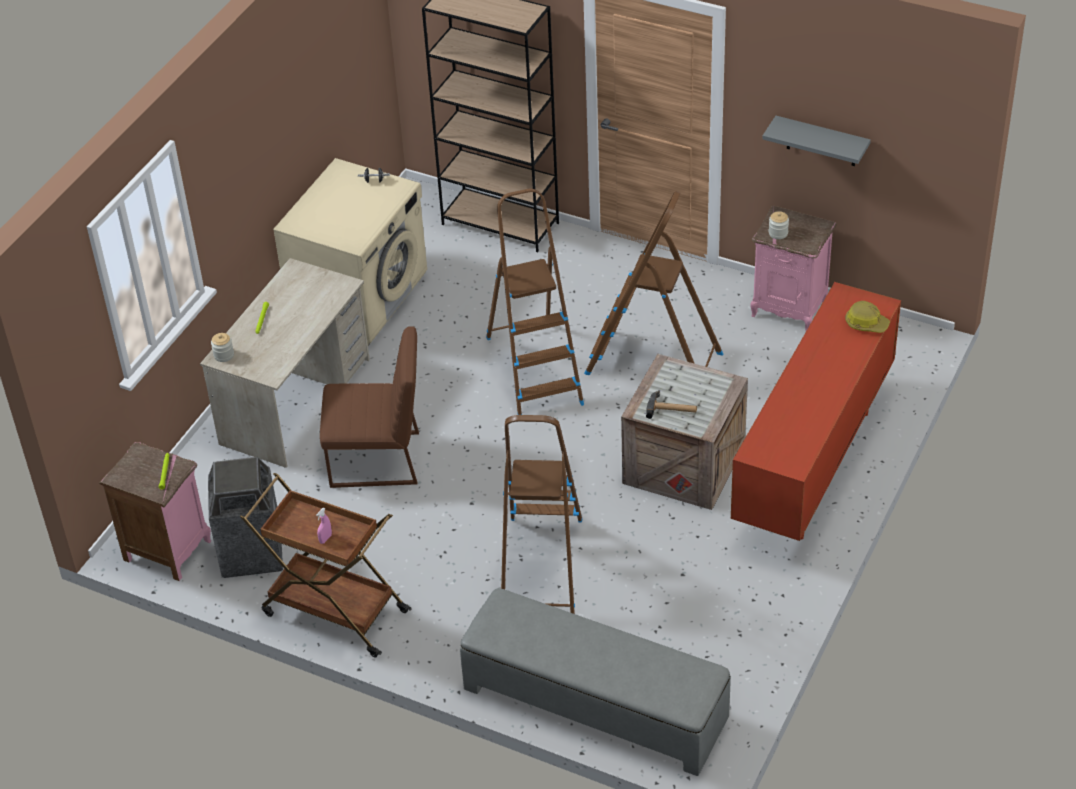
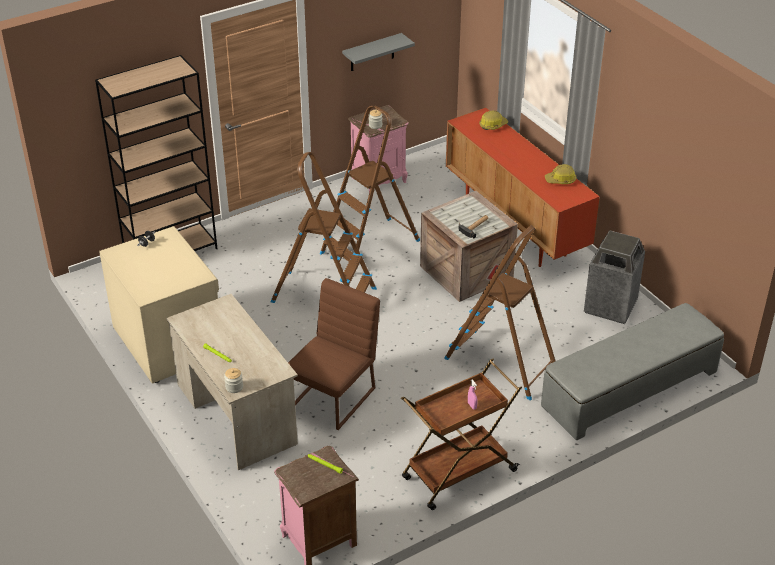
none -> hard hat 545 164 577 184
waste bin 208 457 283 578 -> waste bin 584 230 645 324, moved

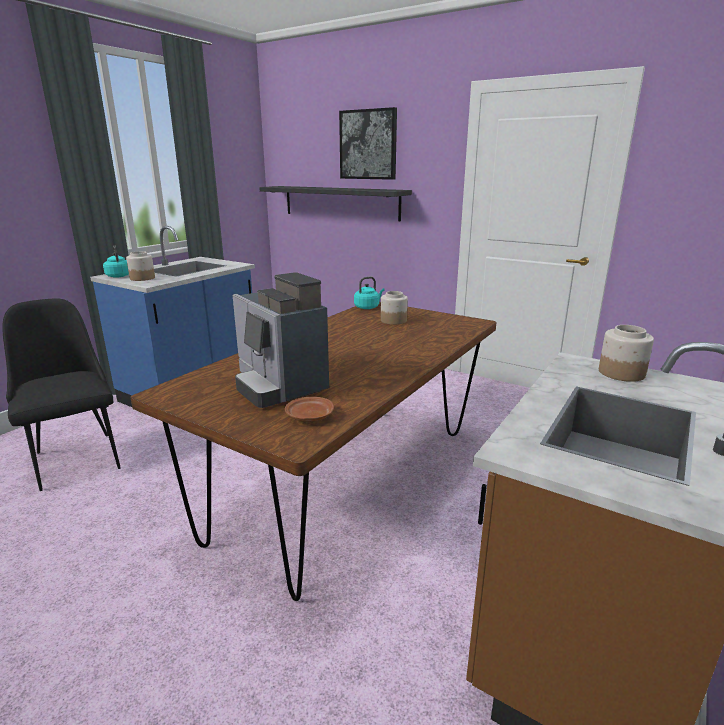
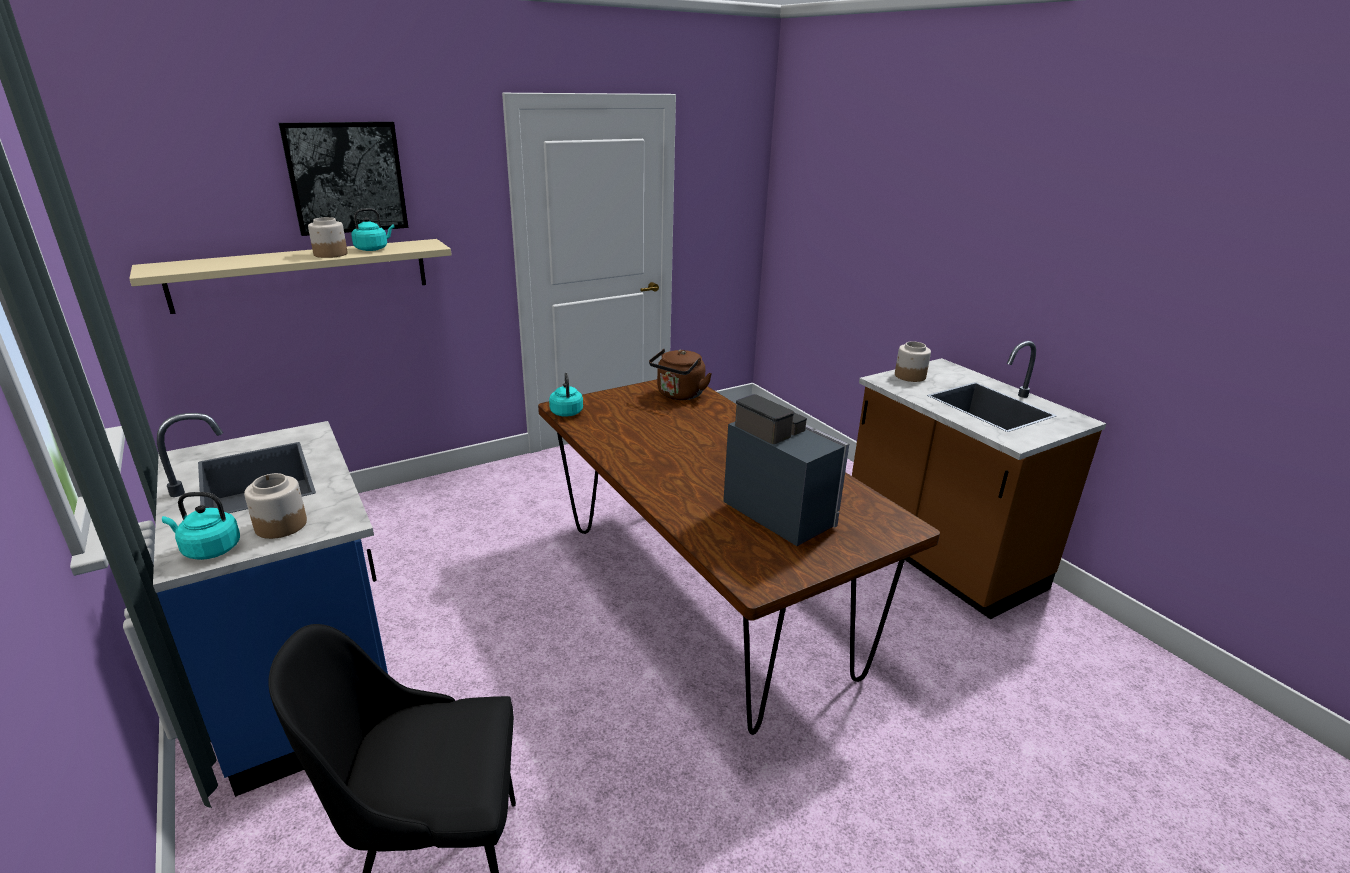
brownish dinner plate 285 397 334 421 -> none
none -> turquoise-coloured water kettle 351 208 394 251
none -> brownish water kettle 649 349 712 400
storage jar 381 291 408 325 -> storage jar 308 217 348 258, moved
blackish shelf 259 186 412 221 -> sand-coloured shelf 129 239 452 314
coffee maker 233 272 329 408 -> coffee maker 723 394 849 546, 120 degrees counterclockwise

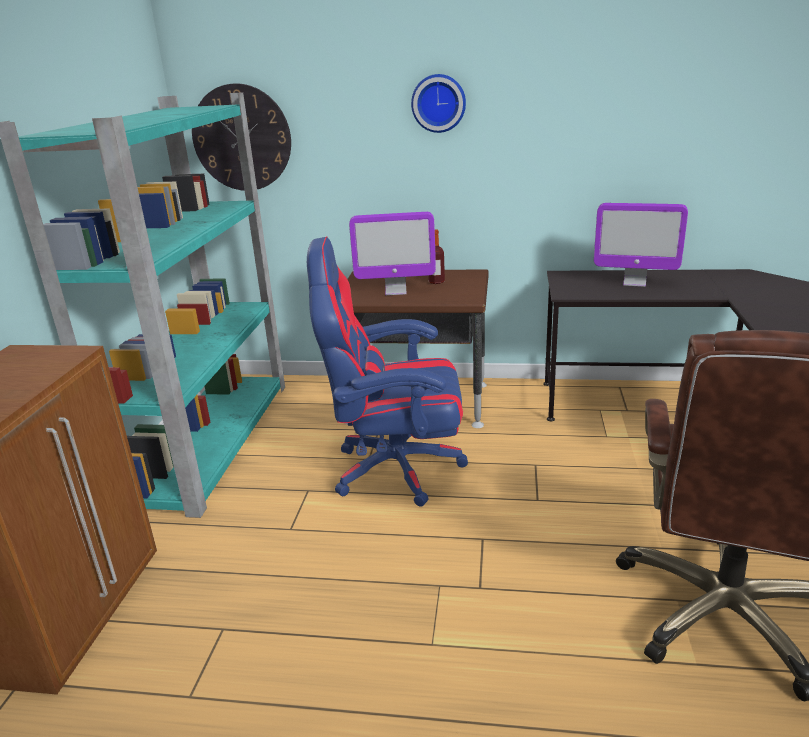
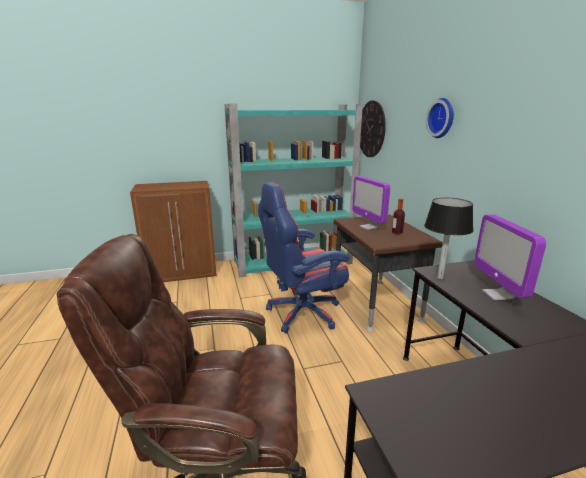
none -> blackish lamp for a table 424 198 473 279
blue computer chair 307 236 468 507 -> blue computer chair 258 182 349 333, 90 degrees counterclockwise

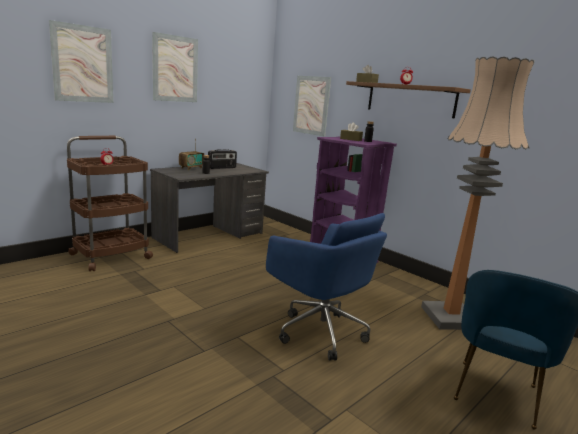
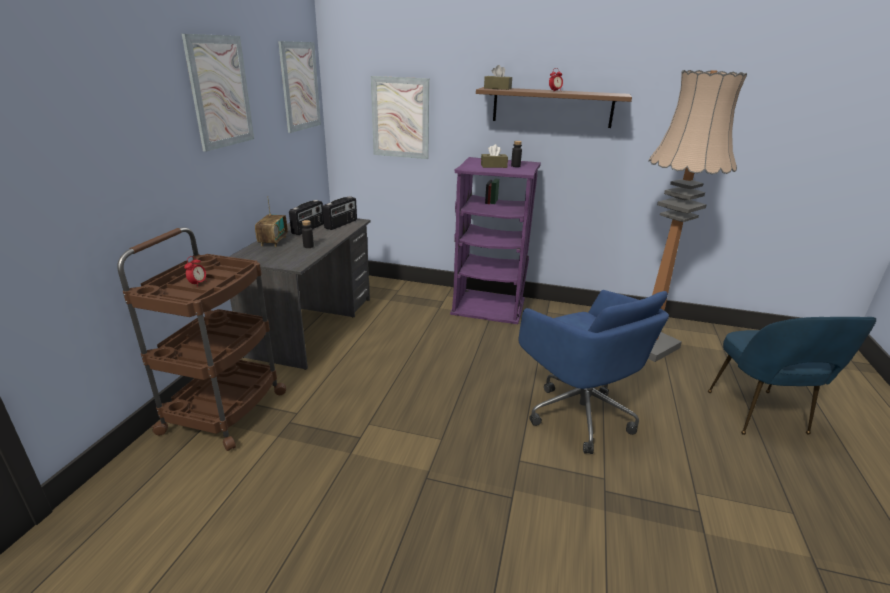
none -> radio 323 196 357 230
wall art 49 20 113 103 -> wall art 278 41 321 133, moved
blue computer chair 266 213 387 361 -> blue computer chair 519 290 669 454, 45 degrees clockwise

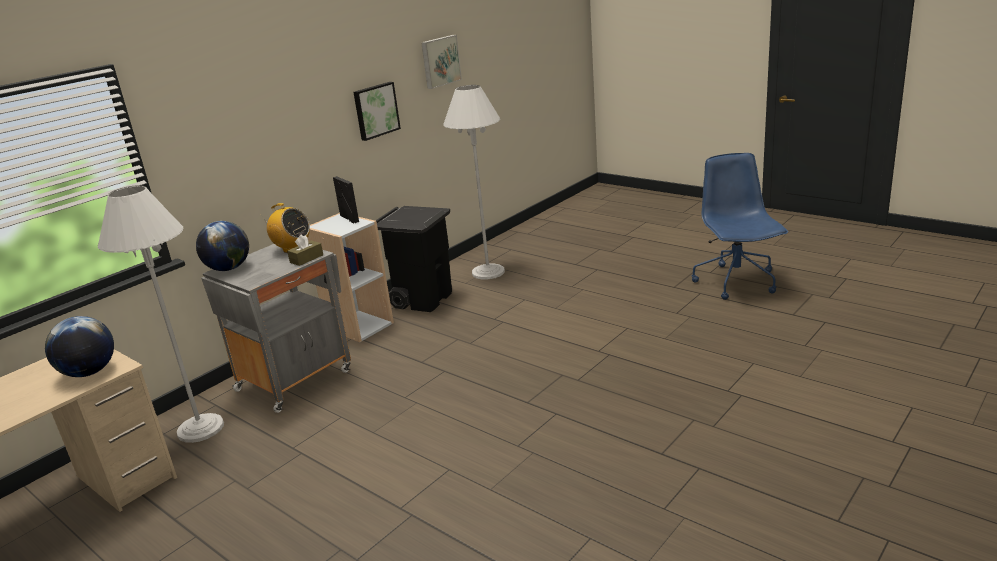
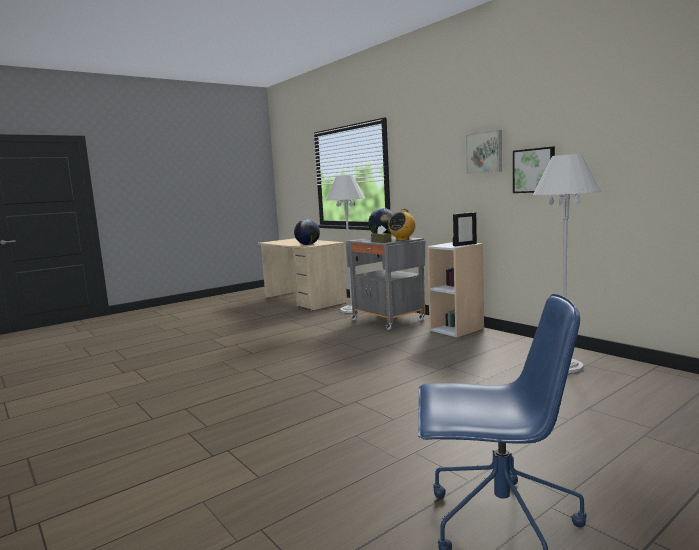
blackish waste bin 376 206 452 312 -> none
wall art 421 35 462 89 -> wall art 466 130 502 174, moved

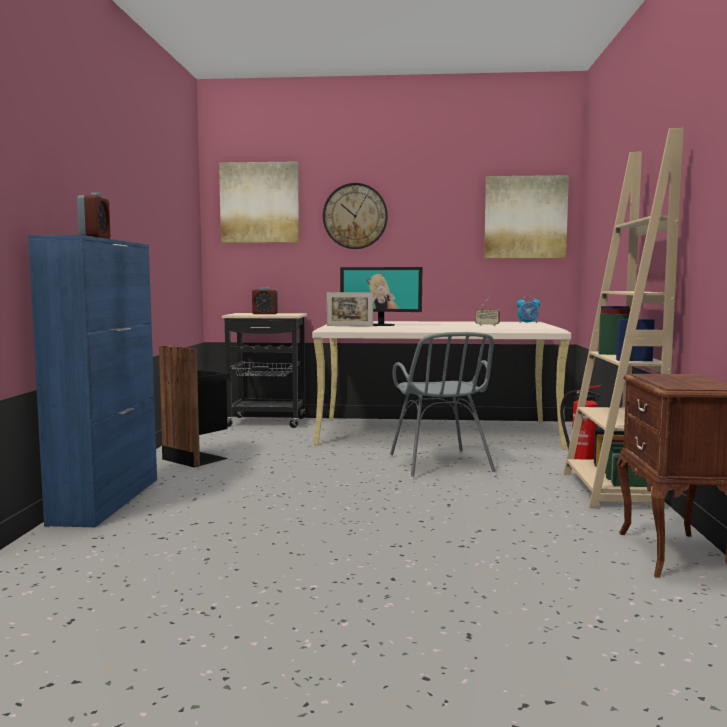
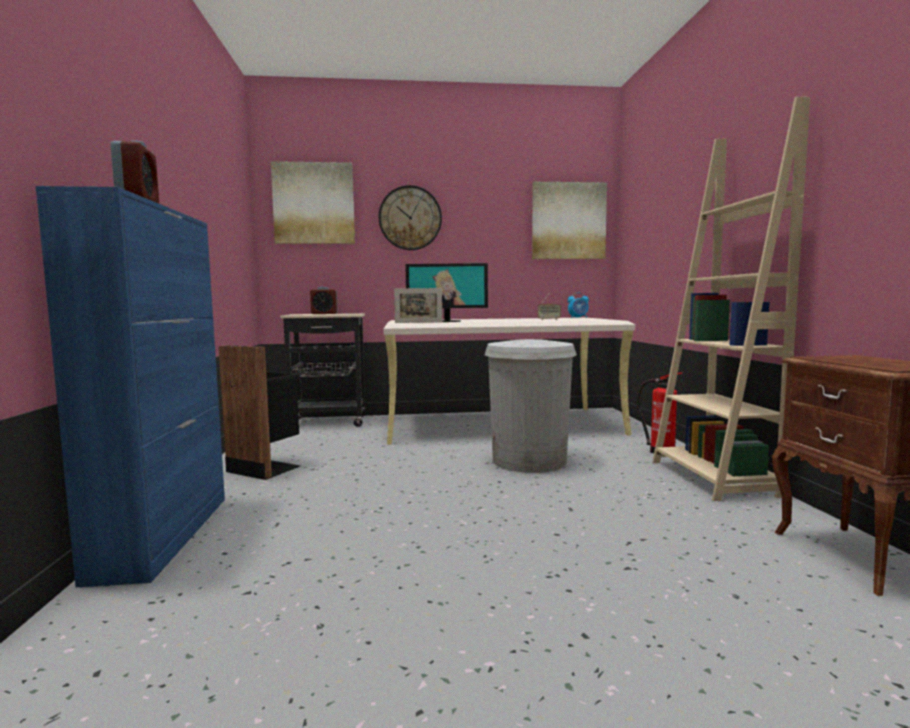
greyish chair 389 332 497 480 -> white waste bin 485 339 577 473

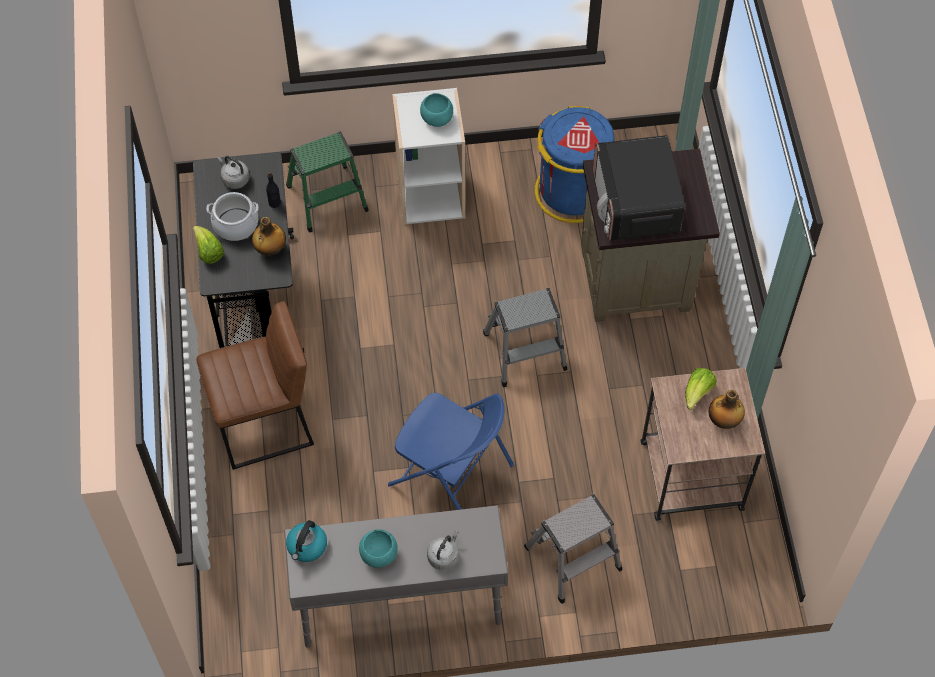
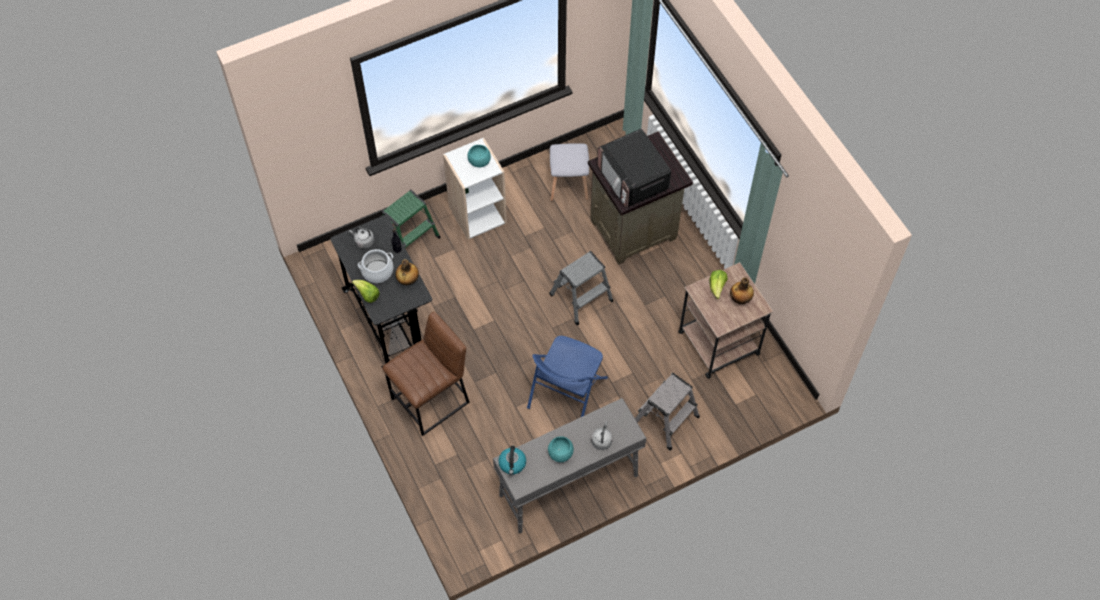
blue waste bin 535 106 614 223 -> greyish stool seat 549 143 589 201
blue chair 388 393 514 510 -> blue chair 527 336 608 417, 105 degrees clockwise

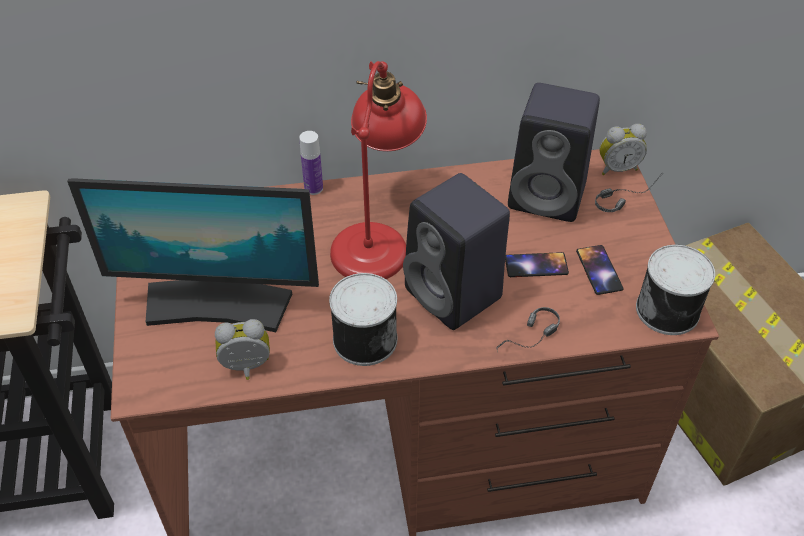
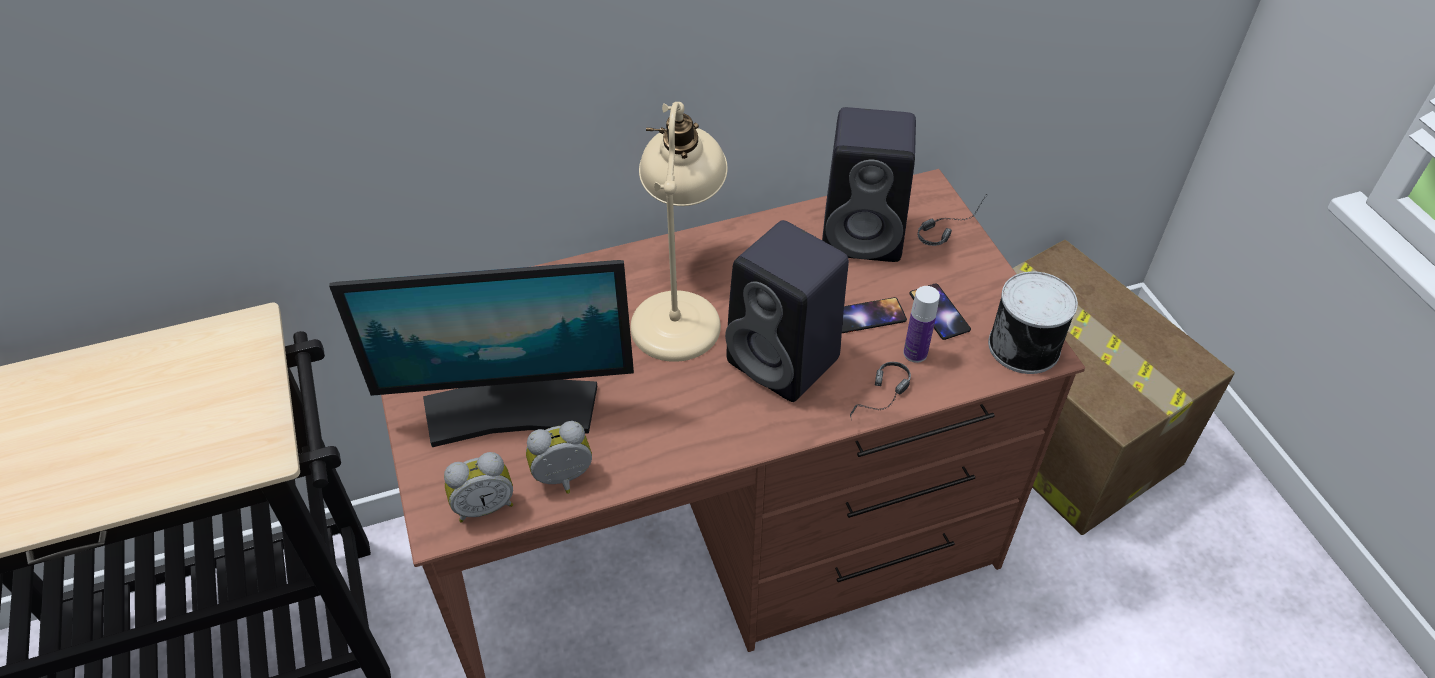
metal can 329 273 397 366 -> none
bottle 299 131 323 195 -> bottle 903 286 940 363, moved
alarm clock 599 124 647 175 -> alarm clock 444 452 513 523, moved
red lamp for a table 330 61 427 279 -> sand-coloured lamp for a table 630 102 728 362

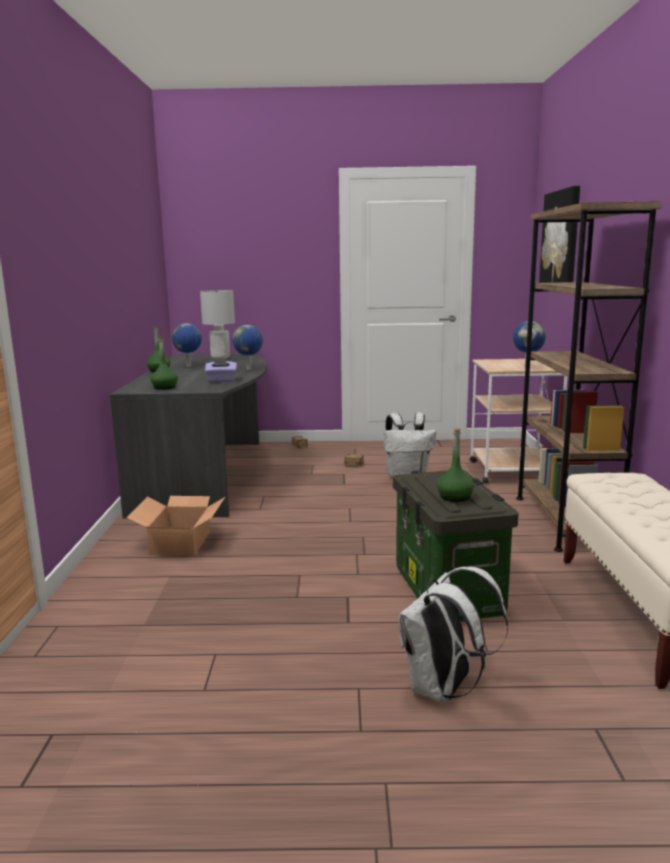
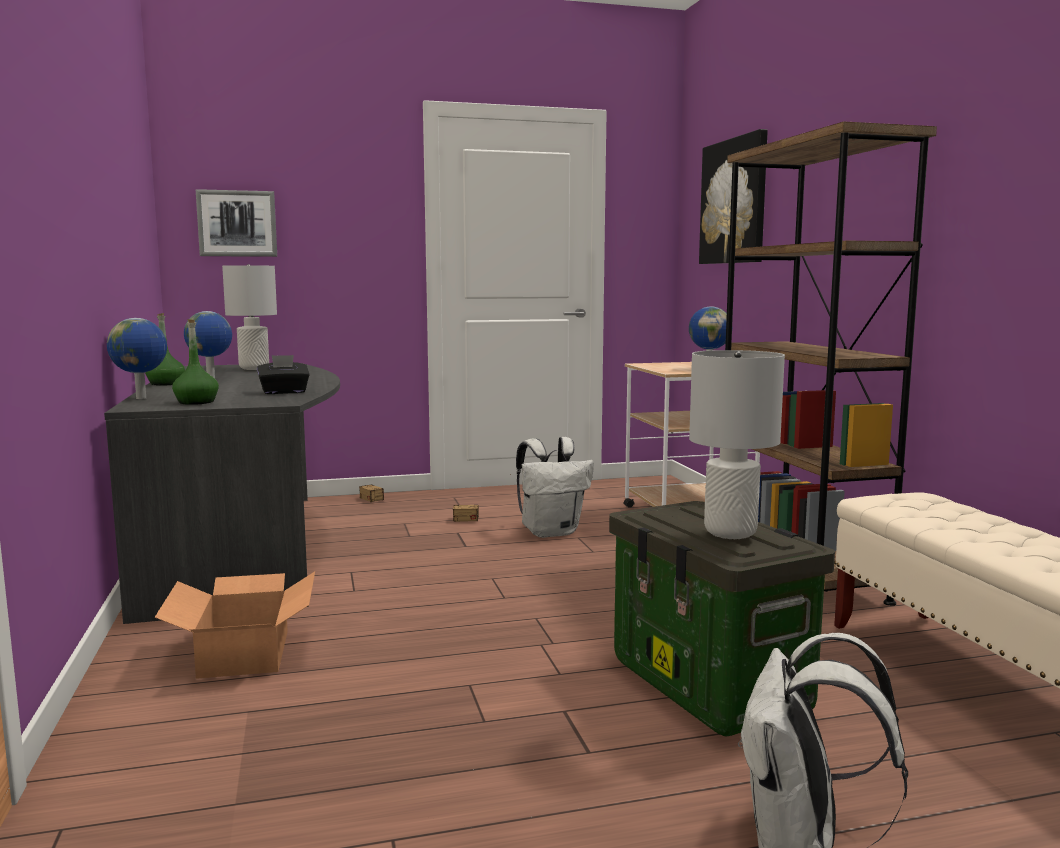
none -> wall art 196 189 277 257
desk globe 232 325 263 370 -> desk globe 107 318 167 399, moved
green bottle 436 428 474 502 -> greyish lamp for a table 689 350 785 539
purplish box of tissues 205 357 237 382 -> blackish box of tissues 257 355 310 394

